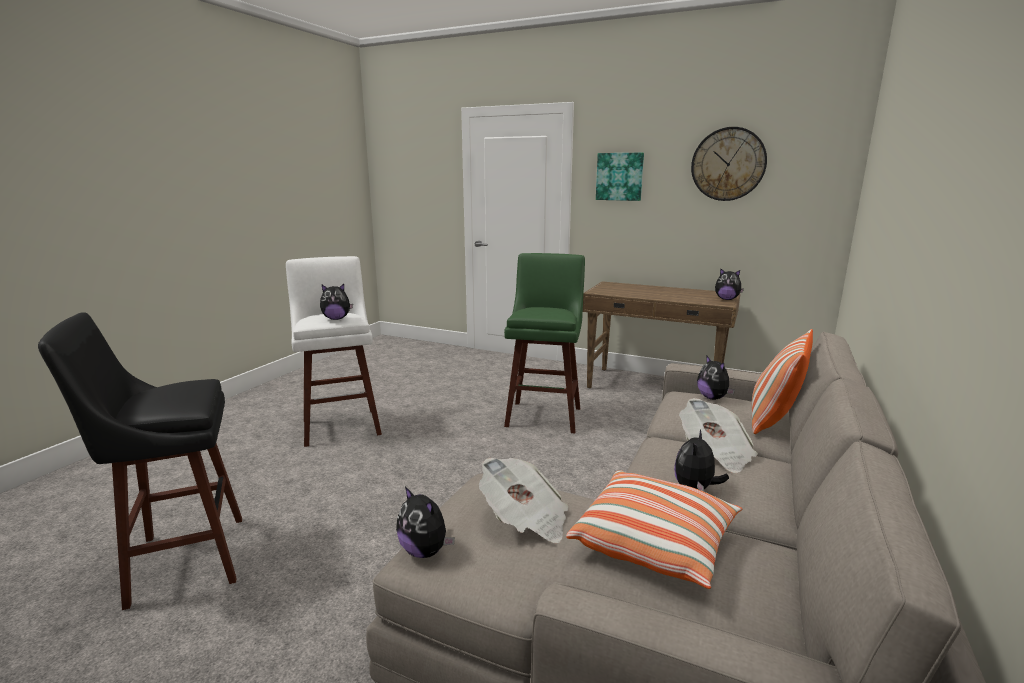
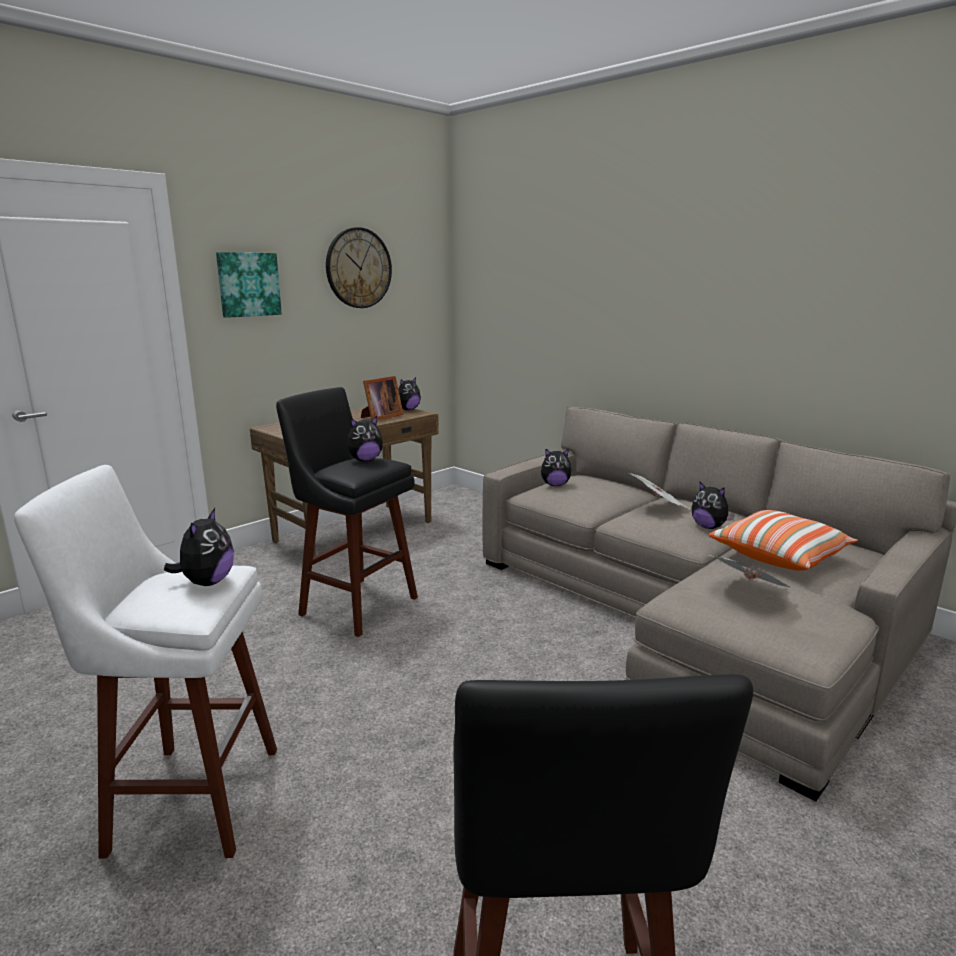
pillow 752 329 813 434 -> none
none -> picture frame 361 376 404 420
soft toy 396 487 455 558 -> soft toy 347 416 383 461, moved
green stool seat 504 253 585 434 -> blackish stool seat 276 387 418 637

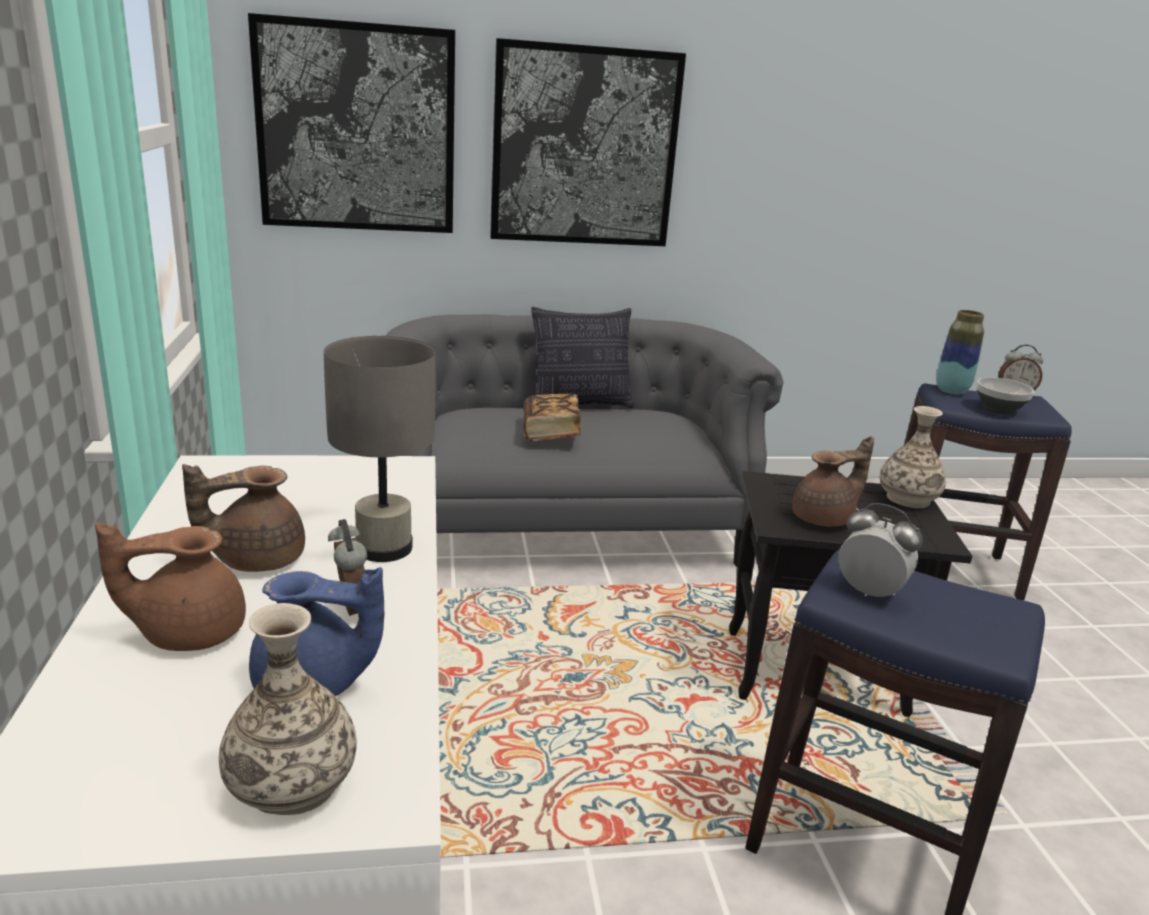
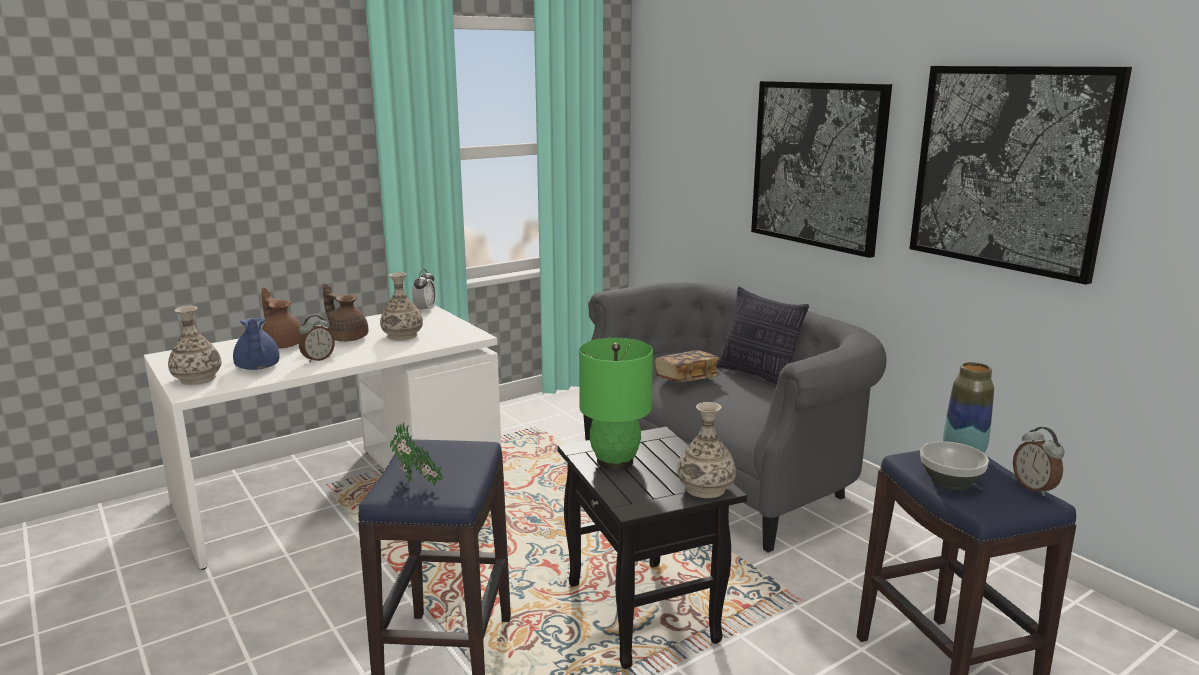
greyish lamp for a table 324 336 435 562 -> none
none -> decorative vase 380 272 423 340
none -> plant in a pot 390 423 444 486
wall art 248 13 455 233 -> wall art 909 66 1132 285, moved
alarm clock 838 503 923 597 -> alarm clock 412 269 437 313, moved
brownish pot for tea 792 436 874 526 -> green lamp for a table 579 338 653 470

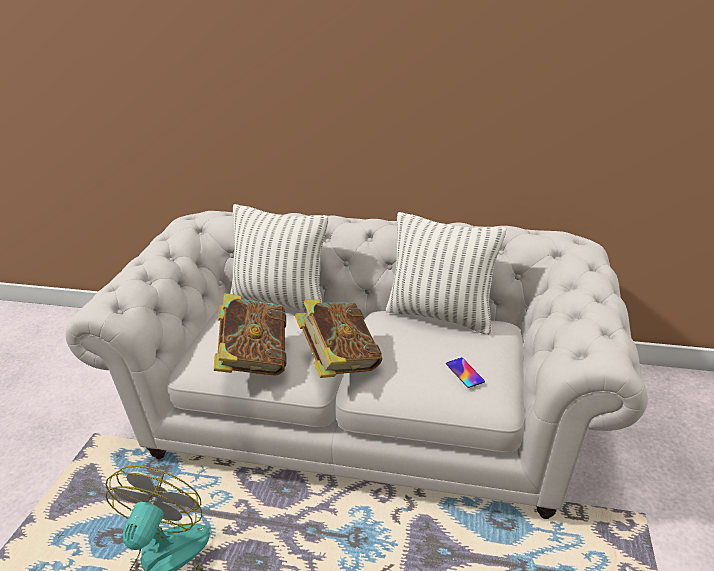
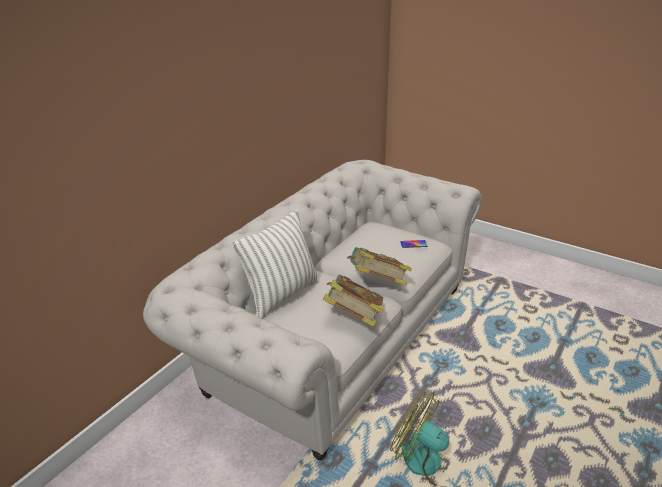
pillow 386 212 506 335 -> none

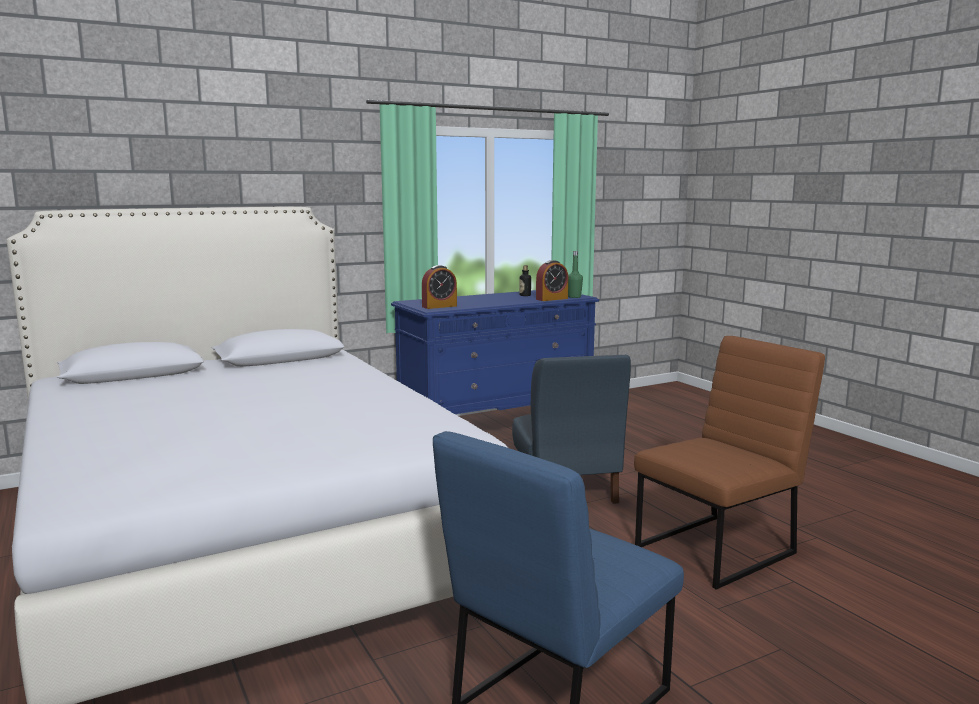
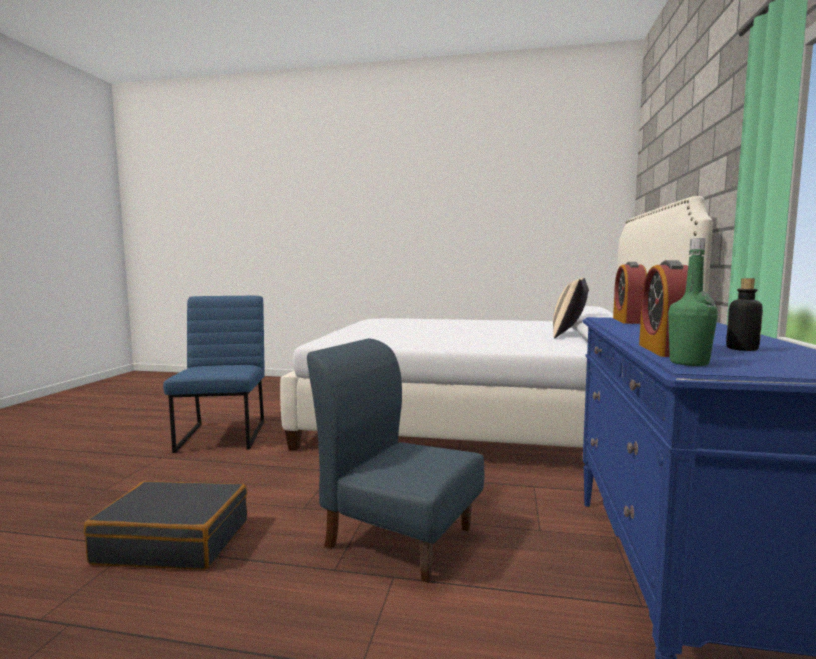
none -> sand-coloured pillow 553 277 589 339
brownish chair 634 336 825 590 -> blackish travel case 84 481 247 569

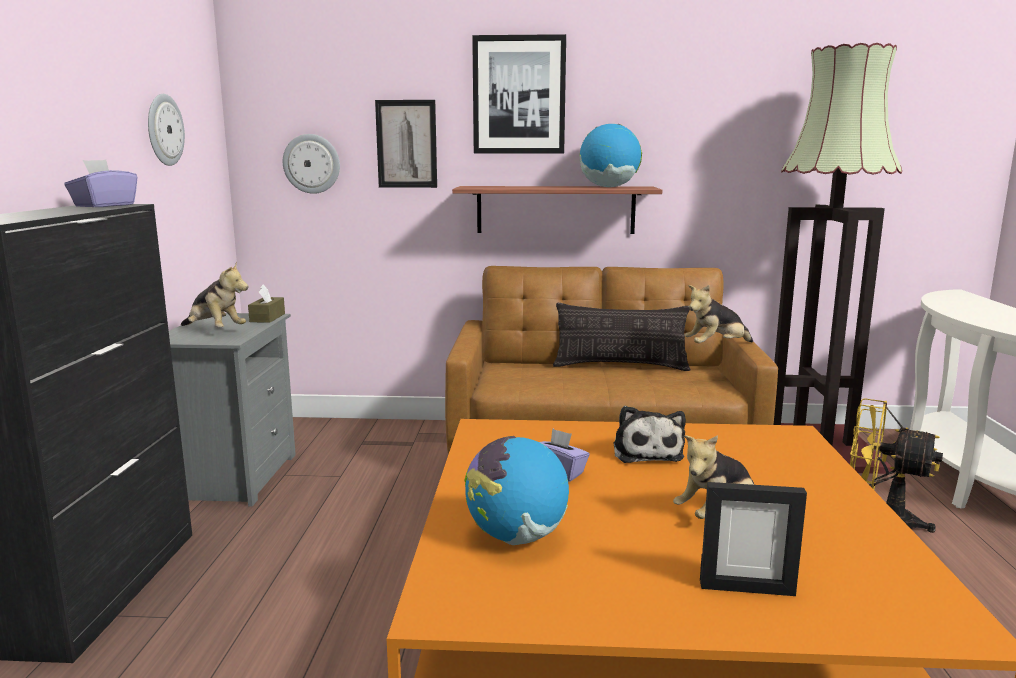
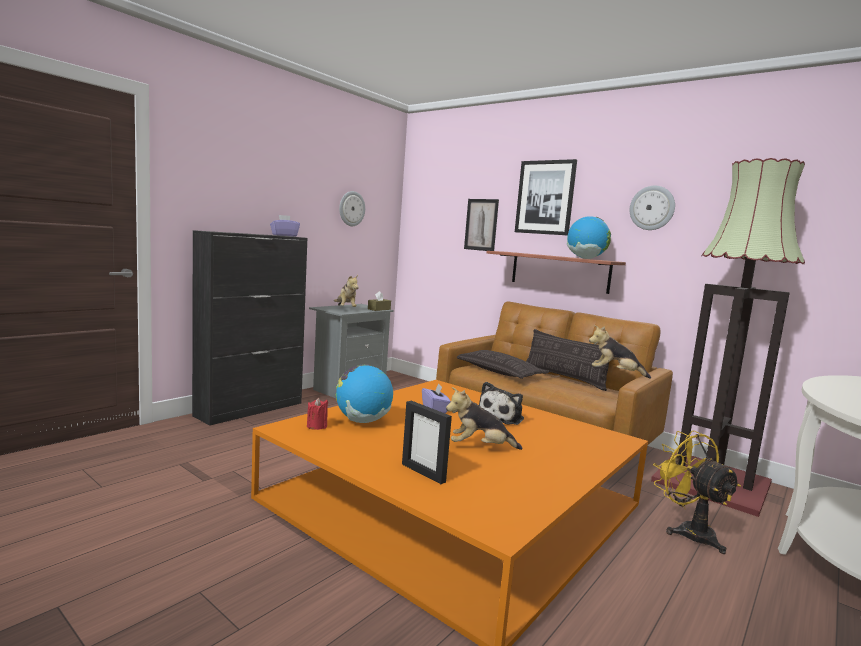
none -> red candle 307 398 328 430
none -> pillow 457 350 549 379
hanging clock 283 134 340 194 -> hanging clock 630 186 675 230, moved

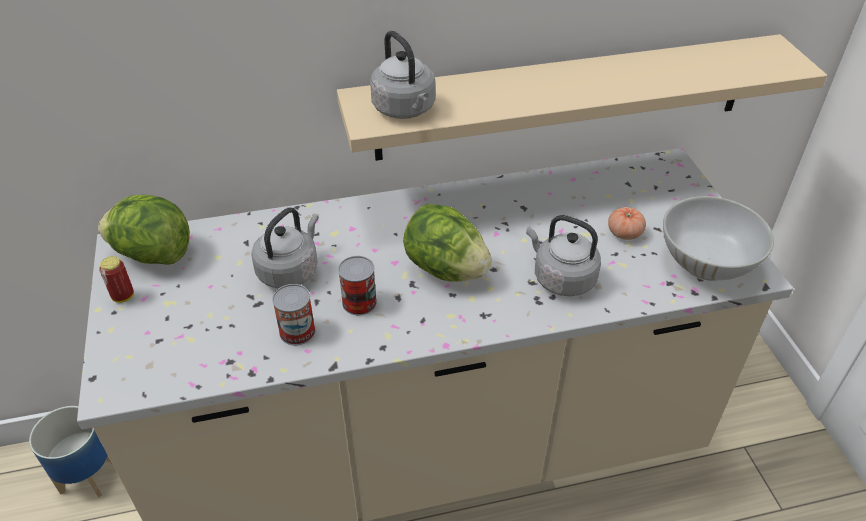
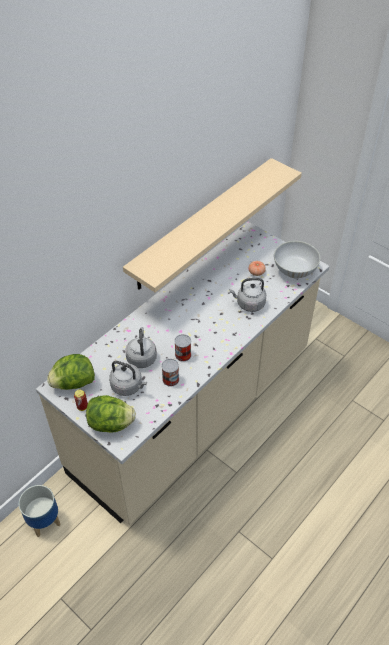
greyish water kettle 370 31 436 119 -> greyish water kettle 109 361 147 396, moved
head of lettuce 403 204 492 282 -> head of lettuce 86 395 136 433, moved

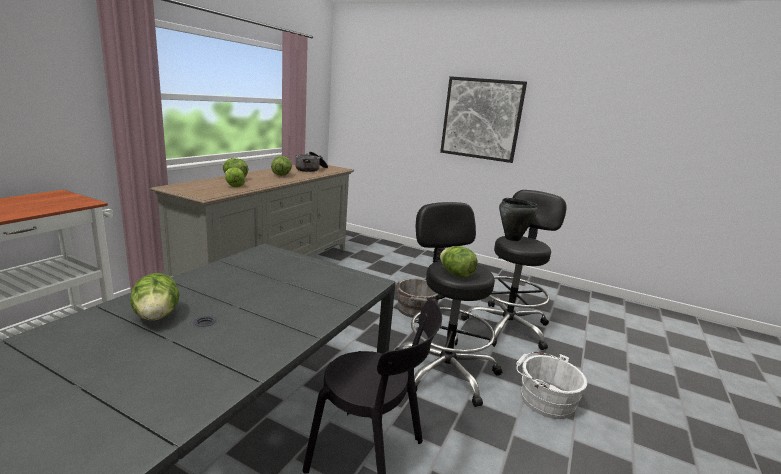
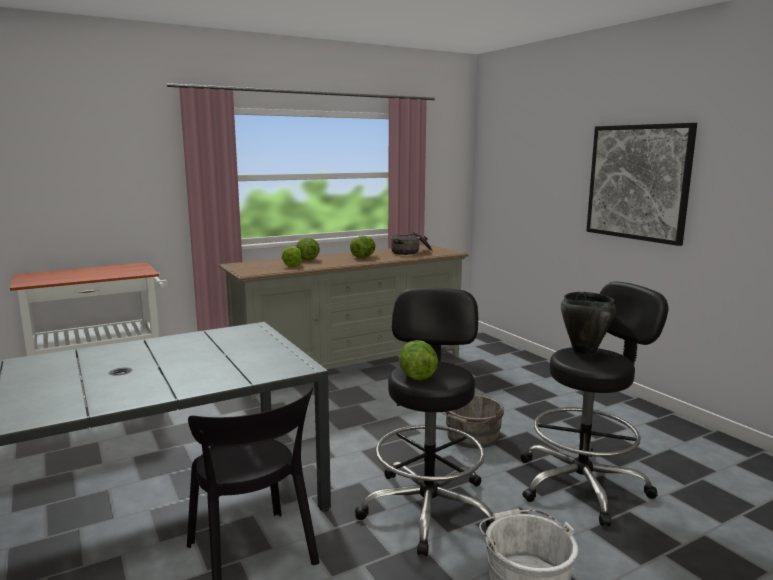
head of lettuce 130 273 179 321 -> none

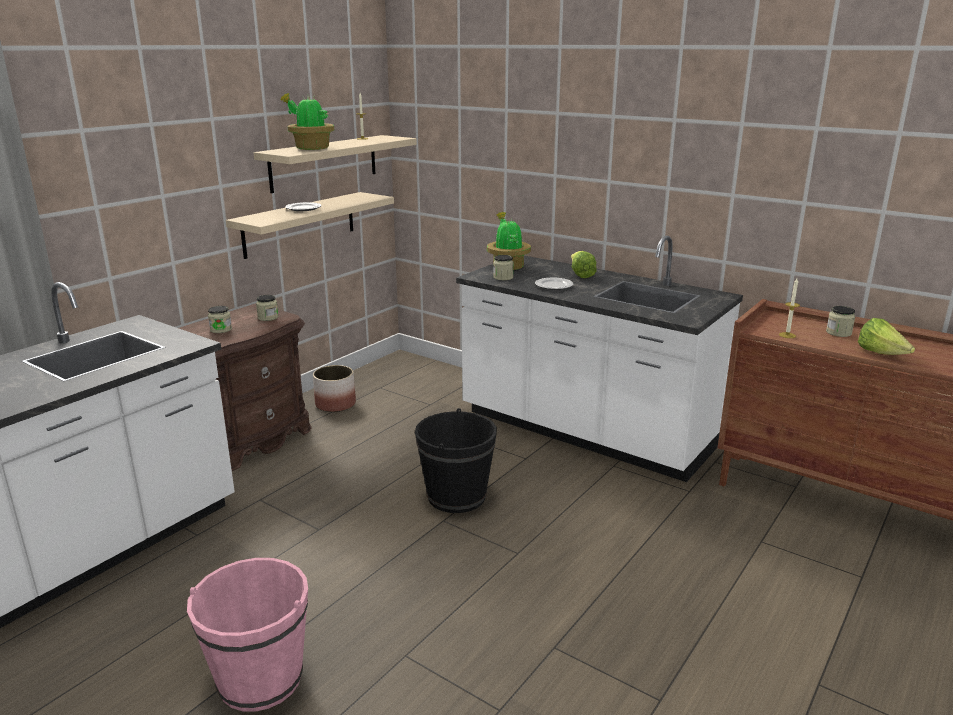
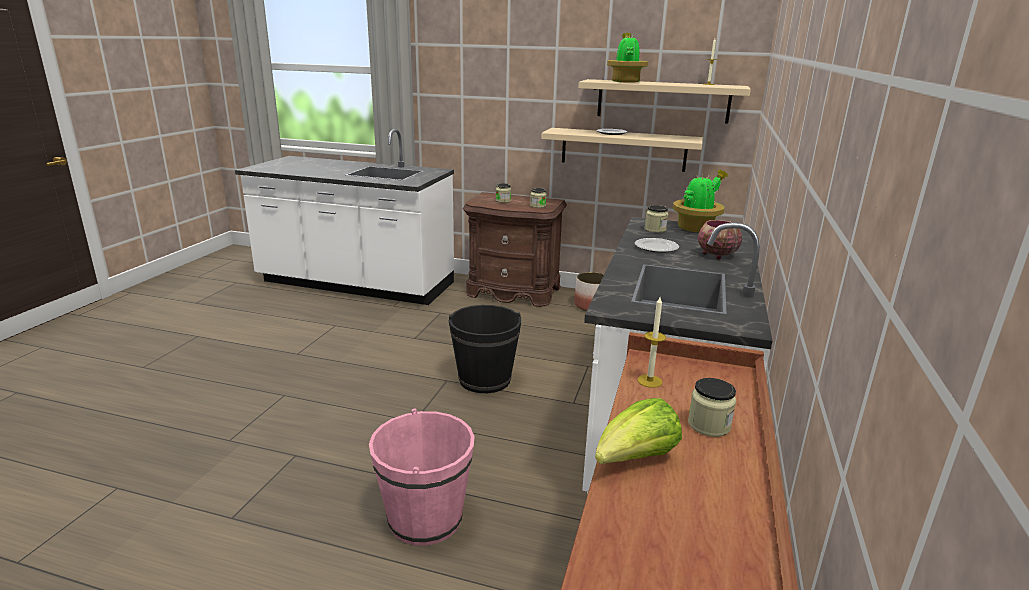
pink bucket 187 558 308 712 -> pink bucket 369 408 475 546, moved
head of lettuce 571 251 597 278 -> deep dish 698 220 742 260

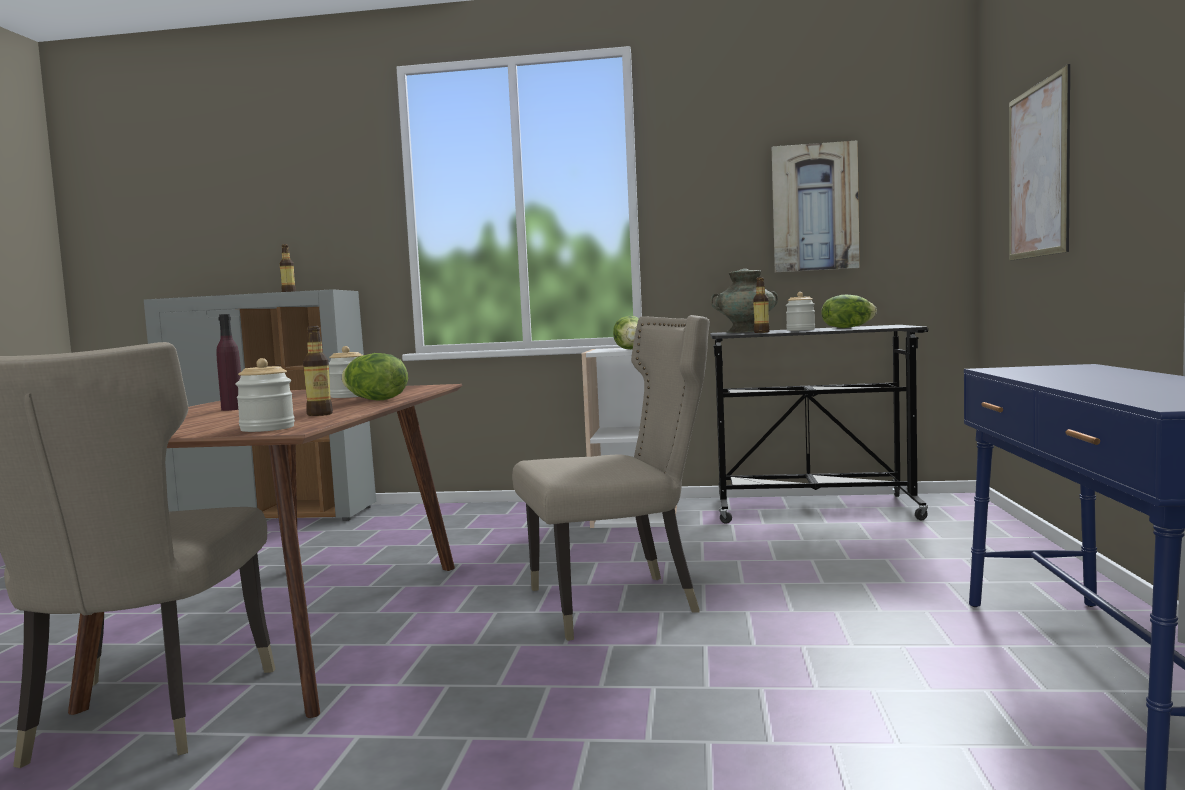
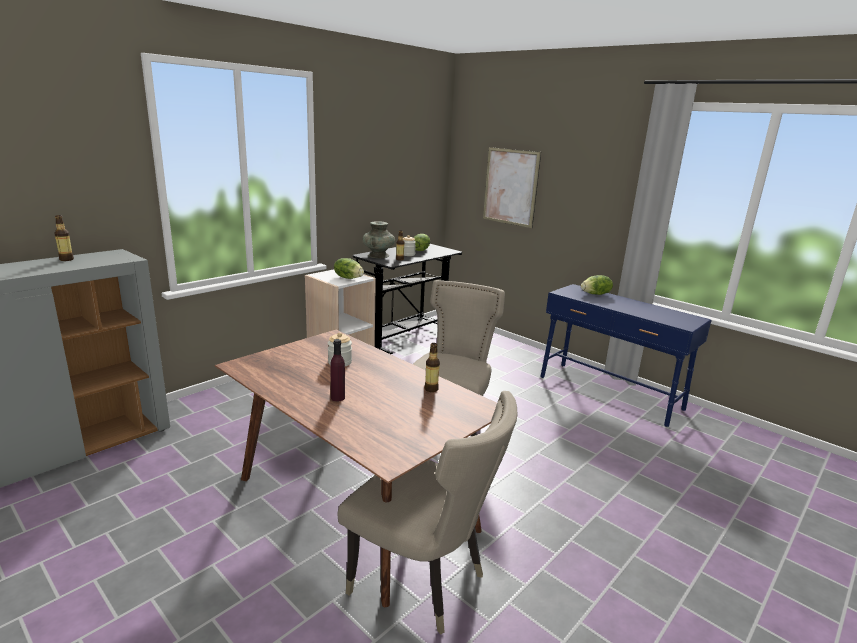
storage jar 235 358 295 432 -> none
wall art 772 140 860 272 -> none
head of lettuce 342 353 408 400 -> head of lettuce 581 275 613 295, moved

